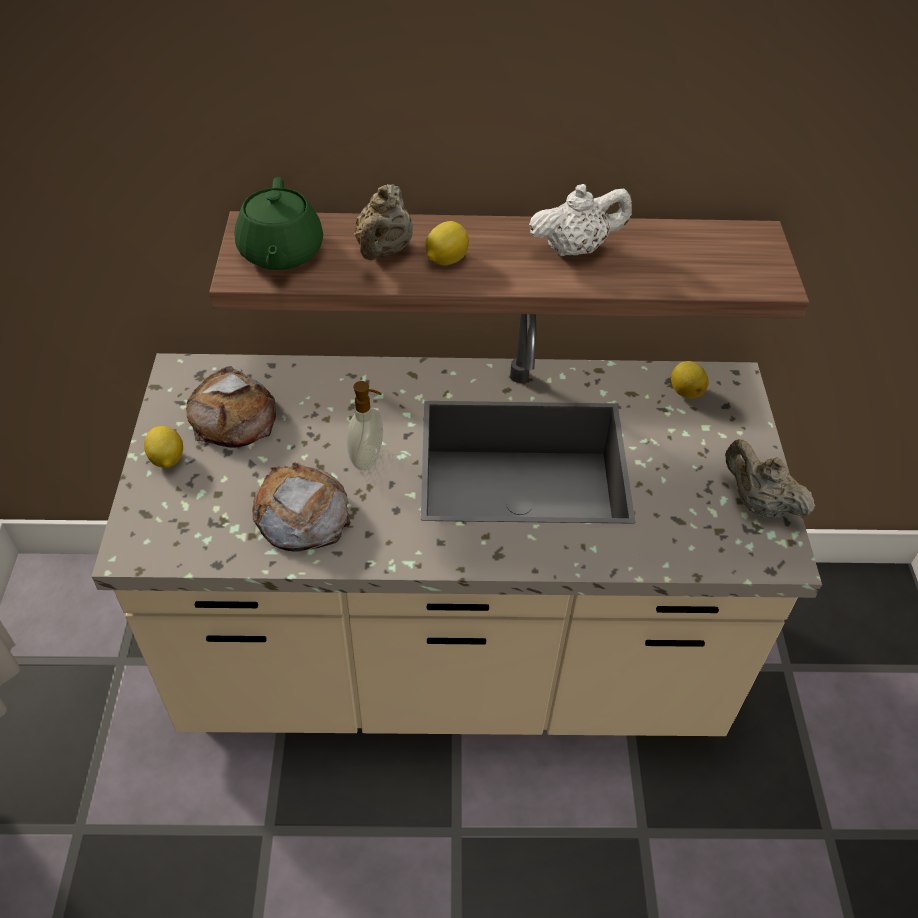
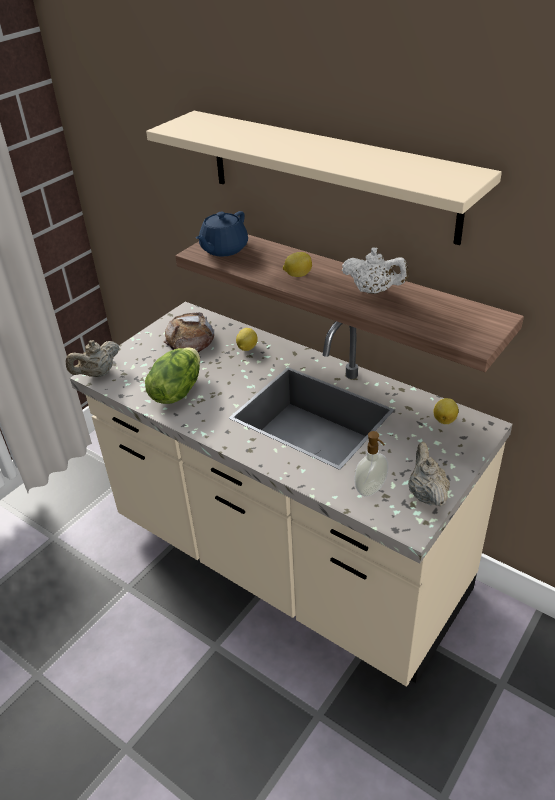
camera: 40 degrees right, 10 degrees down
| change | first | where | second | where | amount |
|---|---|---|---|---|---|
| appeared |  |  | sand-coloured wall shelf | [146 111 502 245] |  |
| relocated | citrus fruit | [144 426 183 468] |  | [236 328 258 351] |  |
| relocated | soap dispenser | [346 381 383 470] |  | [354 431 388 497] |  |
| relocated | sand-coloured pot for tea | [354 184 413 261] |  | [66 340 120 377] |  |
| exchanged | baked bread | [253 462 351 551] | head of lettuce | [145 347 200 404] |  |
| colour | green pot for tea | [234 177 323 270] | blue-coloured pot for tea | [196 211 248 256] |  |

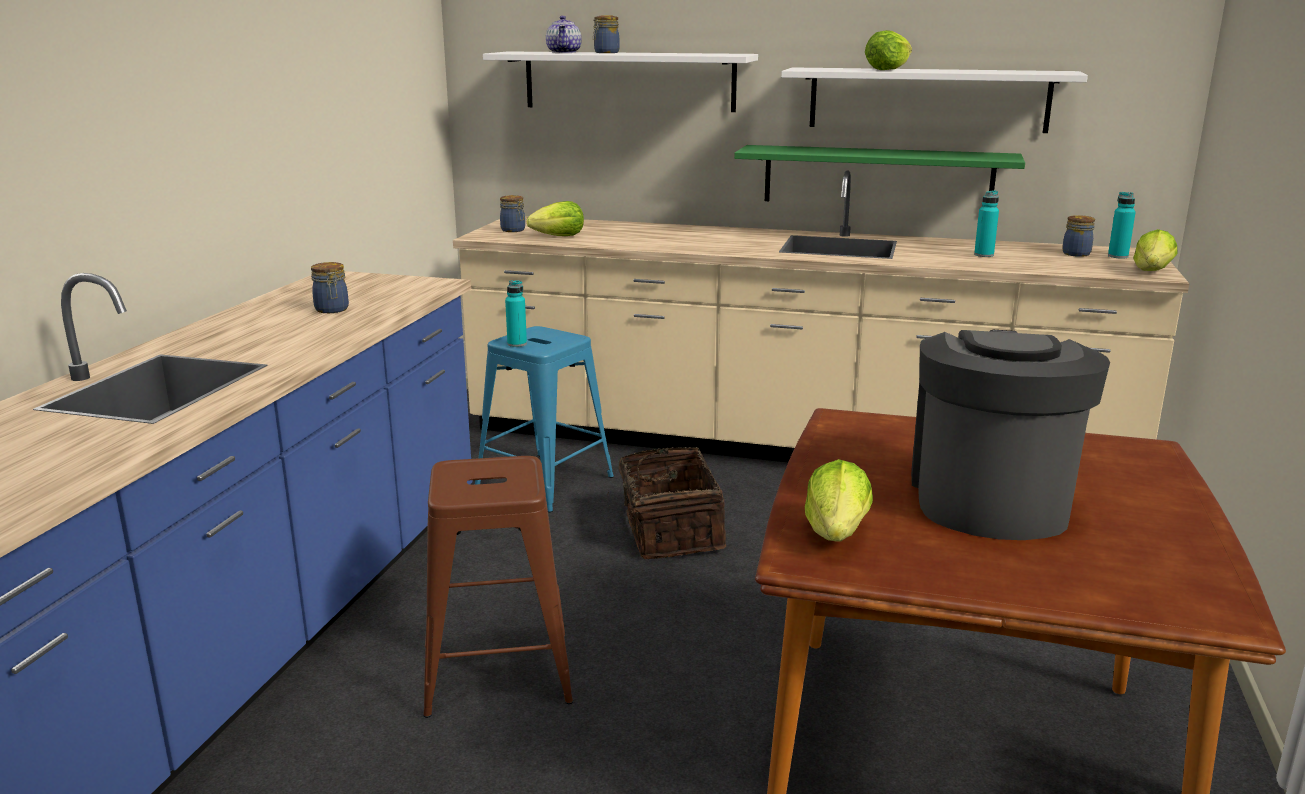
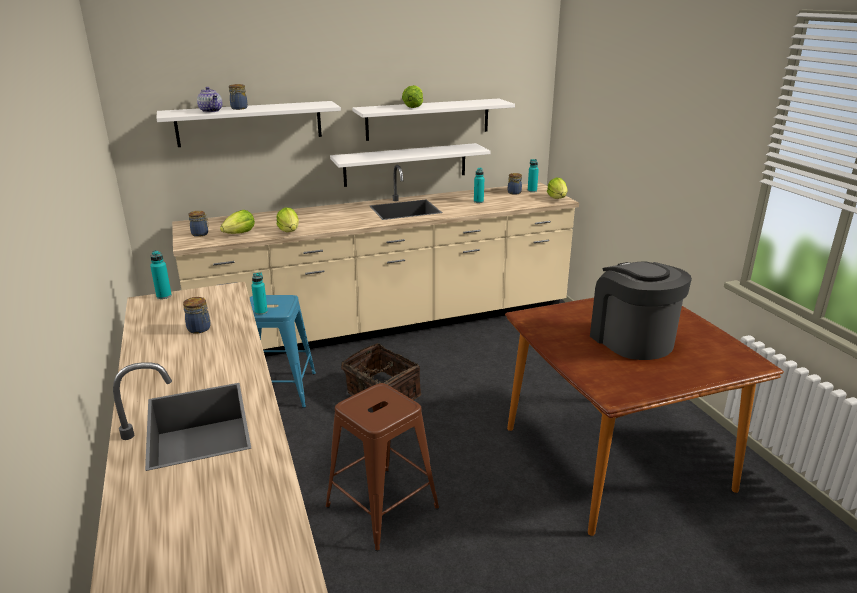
camera: 35 degrees left, 5 degrees up
| change | first | where | second | where | amount |
|---|---|---|---|---|---|
| appeared |  |  | blue-green beverage bottle | [150 250 172 299] |  |
| relocated | head of lettuce | [805 459 873 541] |  | [276 208 299 232] |  |
| colour | green wall shelf | [734 145 1025 201] | white wall shelf | [330 143 491 187] |  |

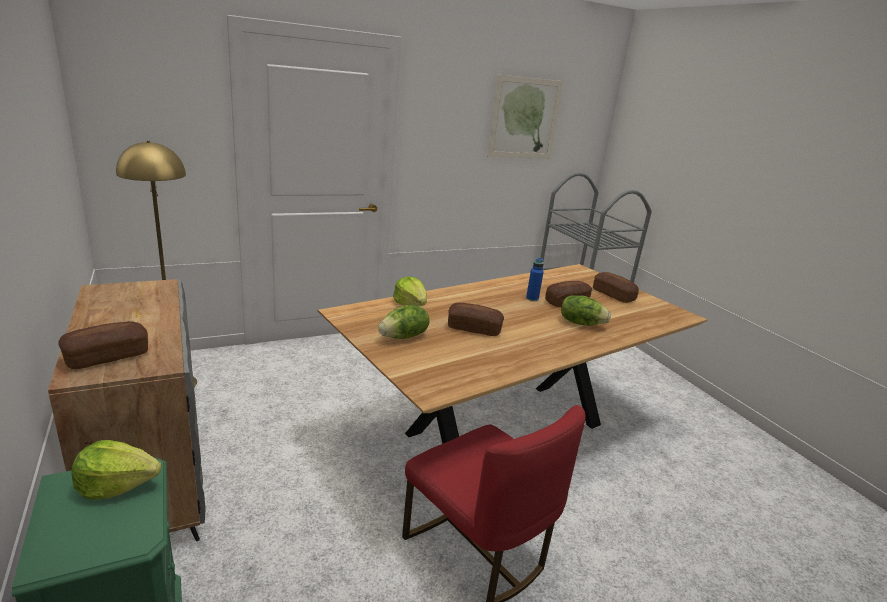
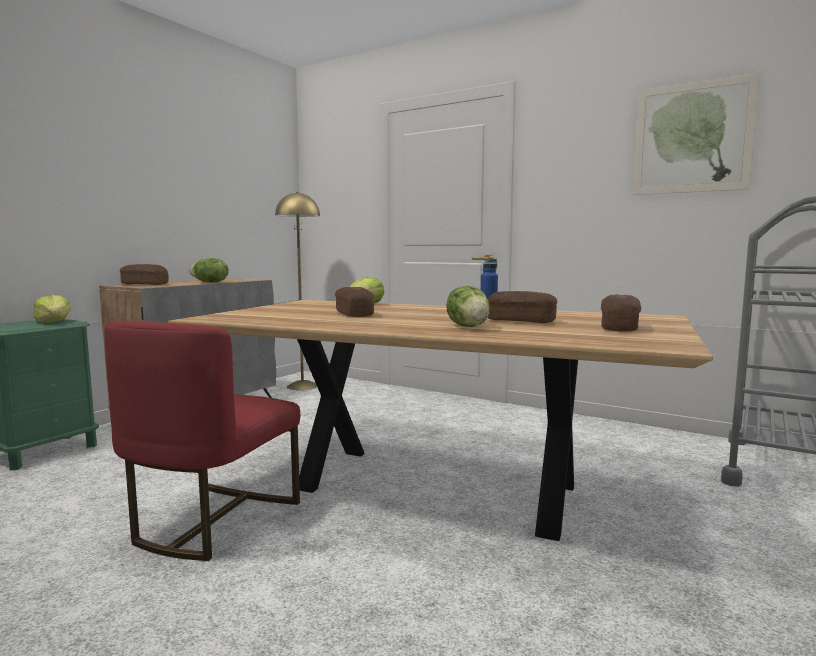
camera: 60 degrees right, 15 degrees down
| change | first | where | second | where | amount |
|---|---|---|---|---|---|
| relocated | head of lettuce | [378 305 430 339] |  | [189 258 228 283] |  |

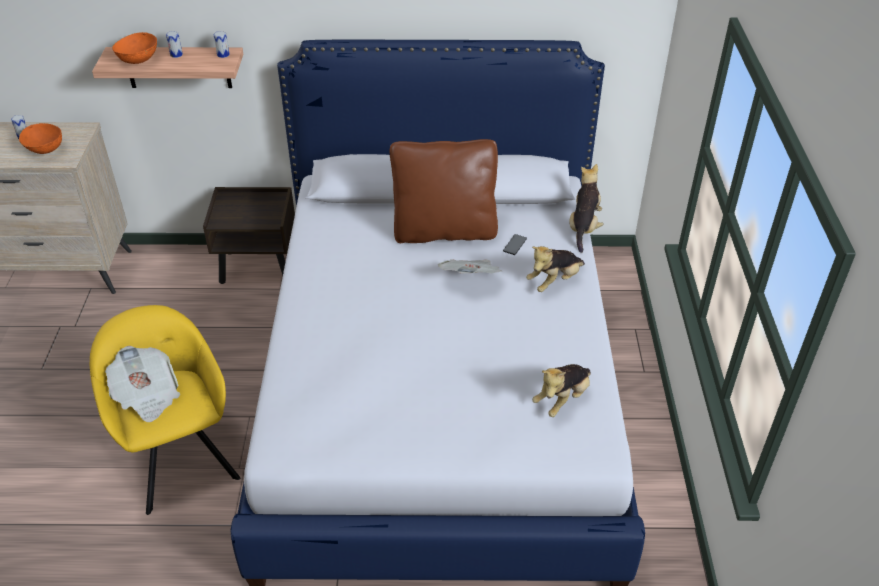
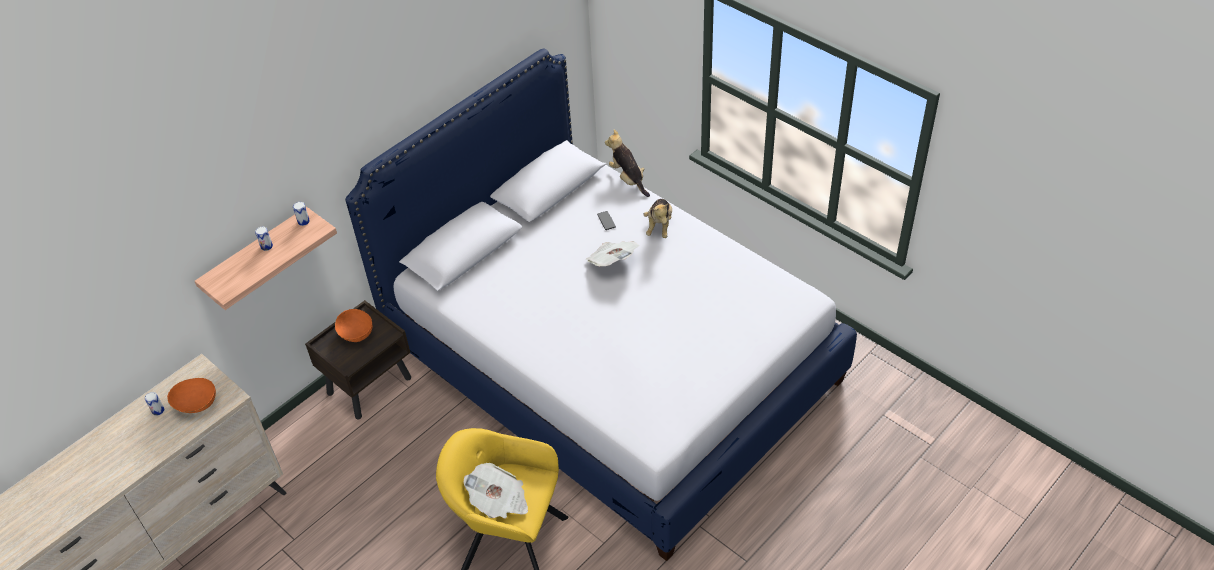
camera: 45 degrees left, 5 degrees up
| change | first | where | second | where | amount |
|---|---|---|---|---|---|
| missing | brownish cushion | [390 139 498 243] |  |  |  |
| missing | cuddly toy | [532 364 591 417] |  |  |  |
| relocated | orangey serving bowl | [112 32 157 64] |  | [335 309 372 342] |  |

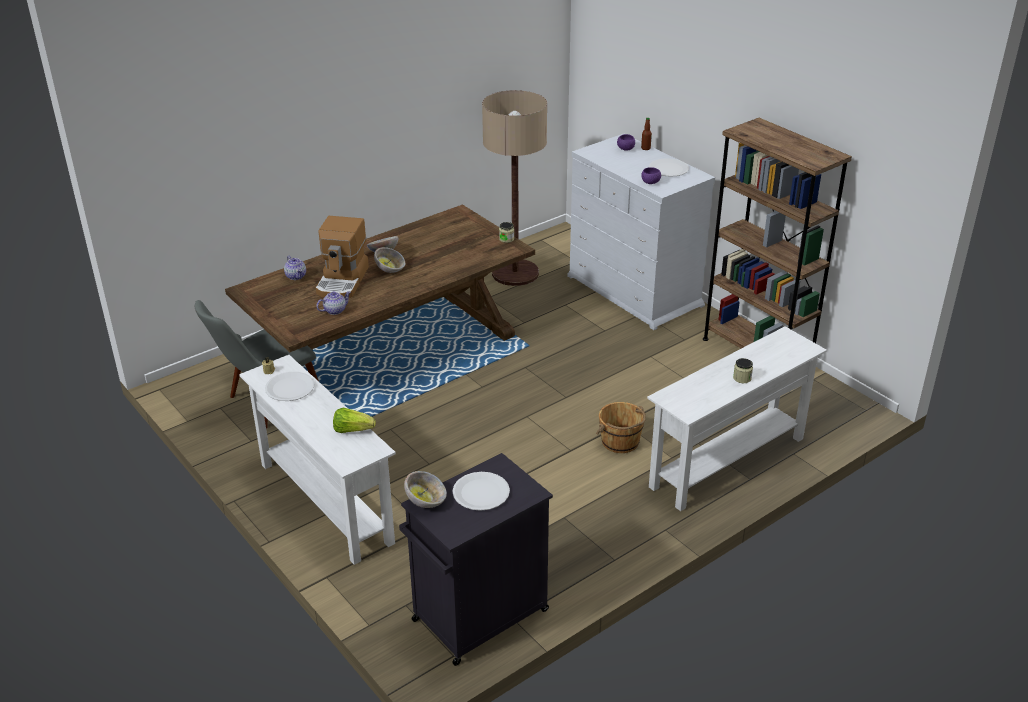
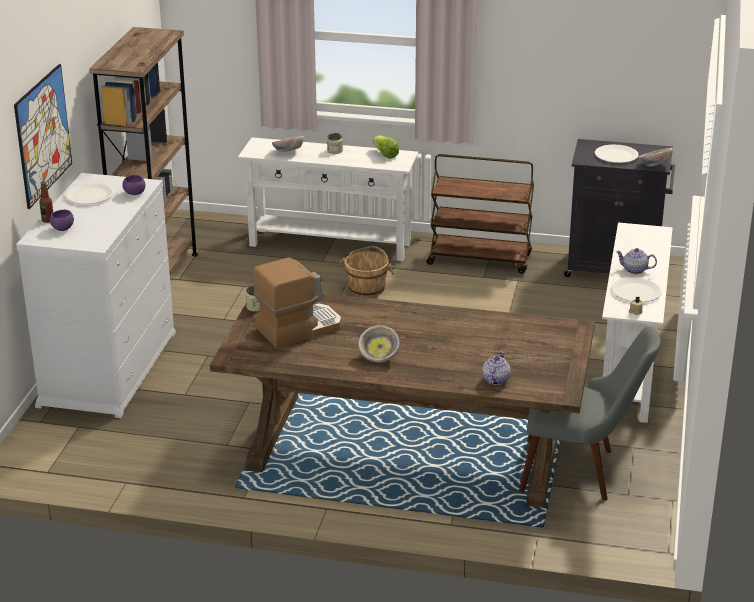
camera: 130 degrees left, 5 degrees down
| change | first | where | second | where | amount |
|---|---|---|---|---|---|
| missing | standing lamp | [482 90 547 286] |  |  |  |
| appeared |  |  | wall art | [14 64 72 209] |  |
| appeared |  |  | brownish trolley | [427 154 534 274] |  |
| relocated | coffee machine | [316 216 369 298] |  | [254 258 342 348] |  |
| relocated | pot for tea | [317 291 351 315] |  | [616 248 657 274] |  |
| relocated | head of lettuce | [333 408 376 433] |  | [372 135 399 159] |  |
| relocated | serving bowl | [374 247 405 273] |  | [272 136 304 152] |  |

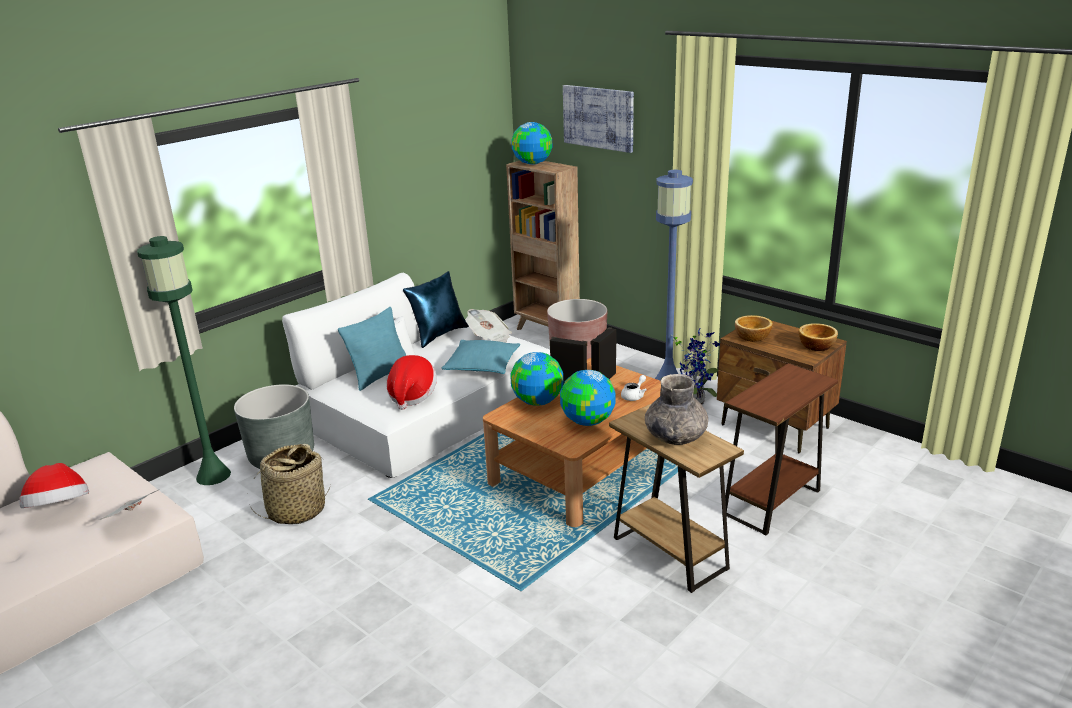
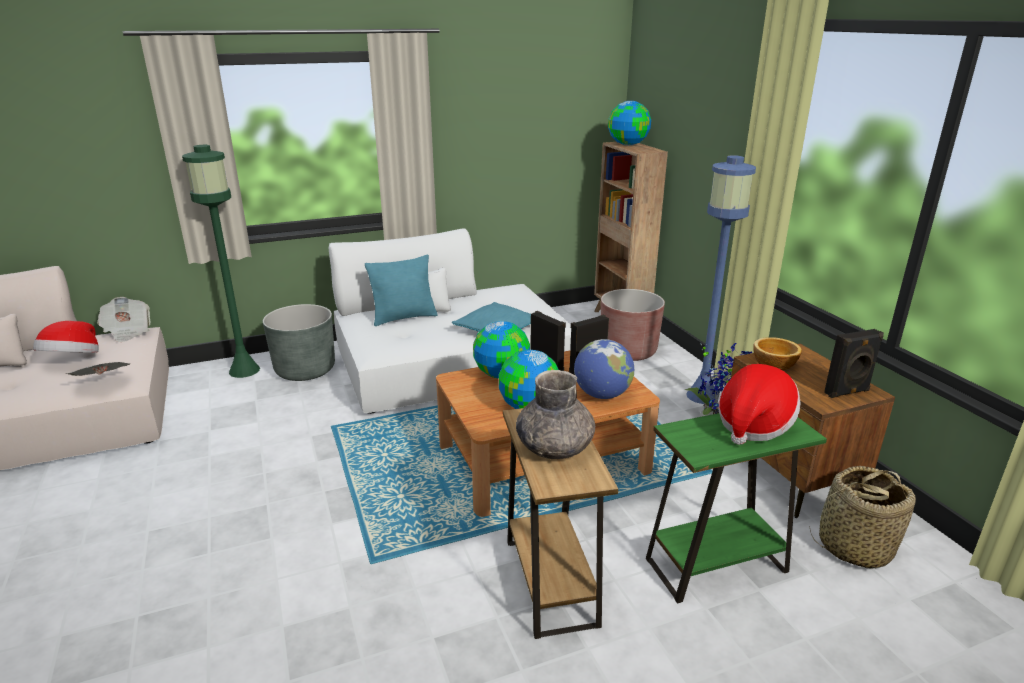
camera: 25 degrees right, 0 degrees up
| change | first | where | second | where | amount |
|---|---|---|---|---|---|
| missing | blue-coloured cushion | [403 271 469 348] |  |  |  |
| missing | wall art | [563 85 634 153] |  |  |  |
| relocated | basket | [251 444 330 524] |  | [809 466 916 569] |  |
| relocated | clothing hat | [386 355 437 410] |  | [719 364 801 445] |  |
| relocated | printed paper | [465 309 512 343] |  | [97 297 150 342] |  |
| exchanged | white pot for tea | [621 375 647 401] | globe | [574 339 634 399] |  |
| exchanged | serving bowl | [799 323 838 351] | black loudspeaker | [824 329 884 398] |  |
| colour | brownish side table | [725 364 838 535] | green side table | [646 413 827 603] |  |

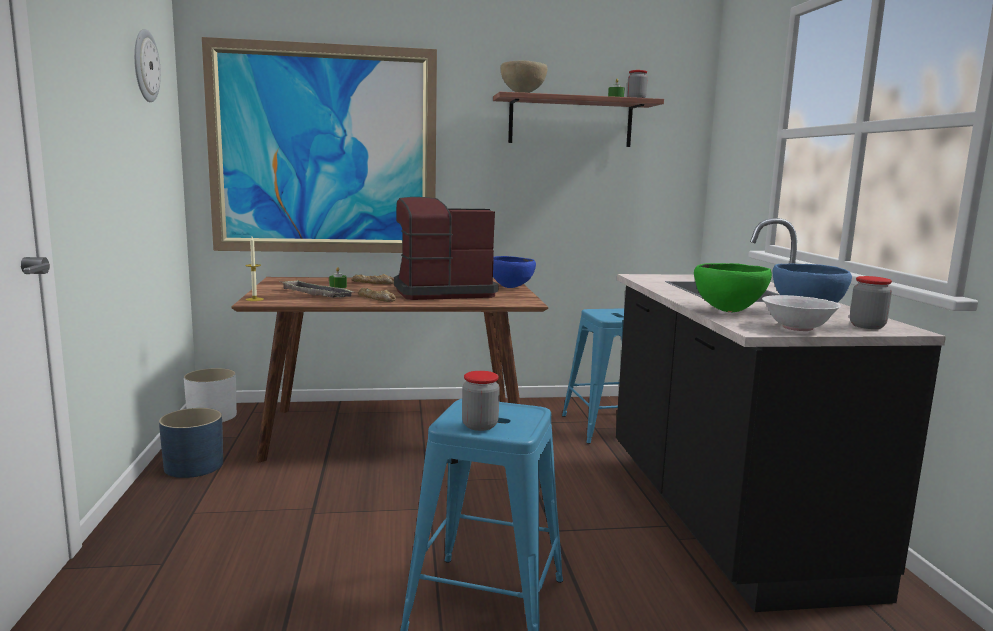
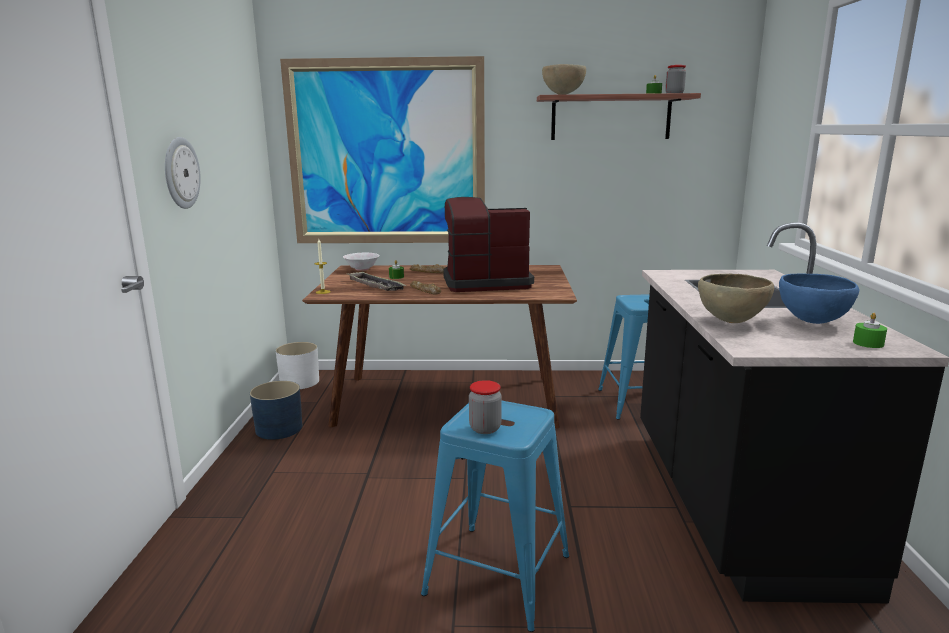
camera: 10 degrees right, 5 degrees up
| change | first | where | second | where | amount |
|---|---|---|---|---|---|
| missing | blue-coloured serving bowl | [493 256 536 288] |  |  |  |
| relocated | wall clock | [134 29 161 102] |  | [165 137 201 209] |  |
| relocated | white serving bowl | [762 295 841 331] |  | [343 253 380 271] |  |
| exchanged | jar | [850 276 892 329] | green wax candle | [853 313 887 348] |  |
| colour | green serving bowl | [694 263 772 312] | brownish serving bowl | [698 274 774 323] |  |

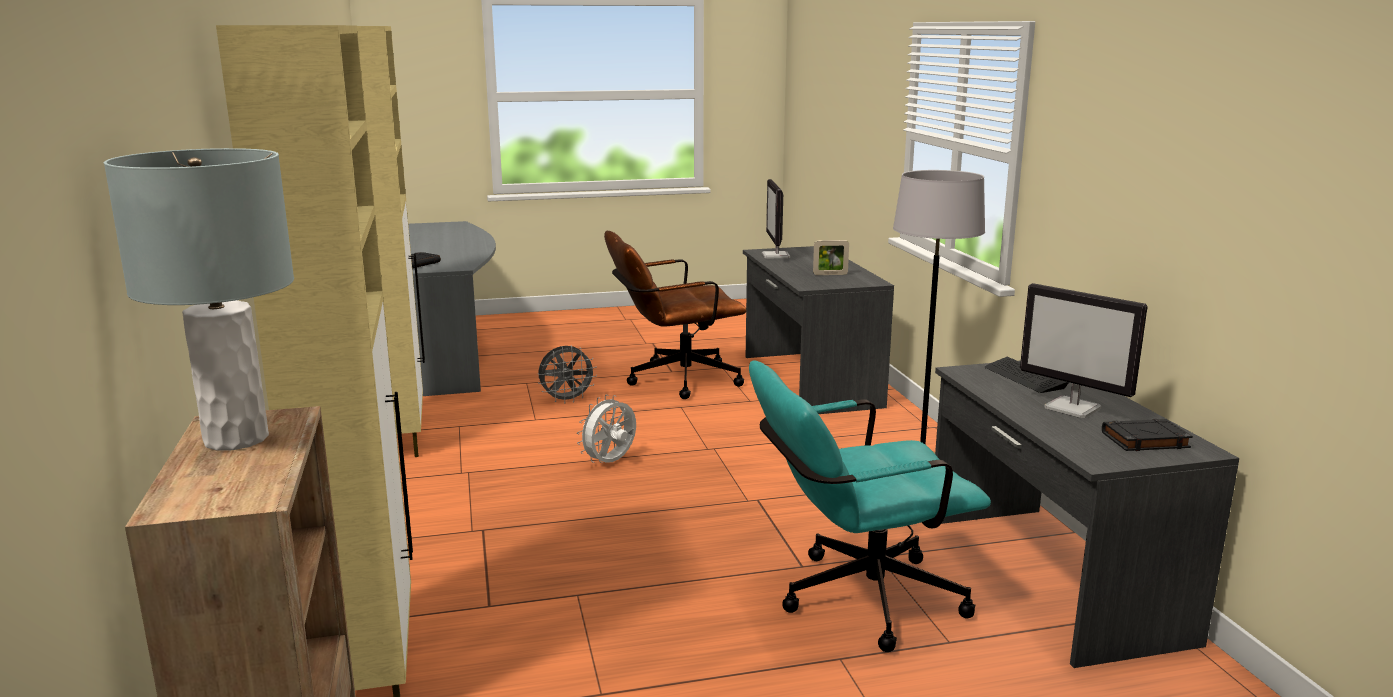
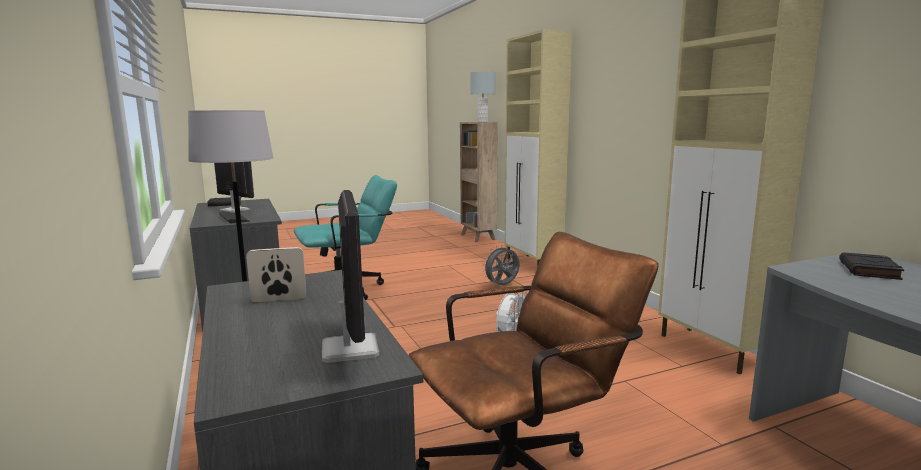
camera: 170 degrees right, 5 degrees down
| change | first | where | second | where | amount |
|---|---|---|---|---|---|
| relocated | gray electric fan | [538 345 597 404] |  | [482 245 519 286] |  |

